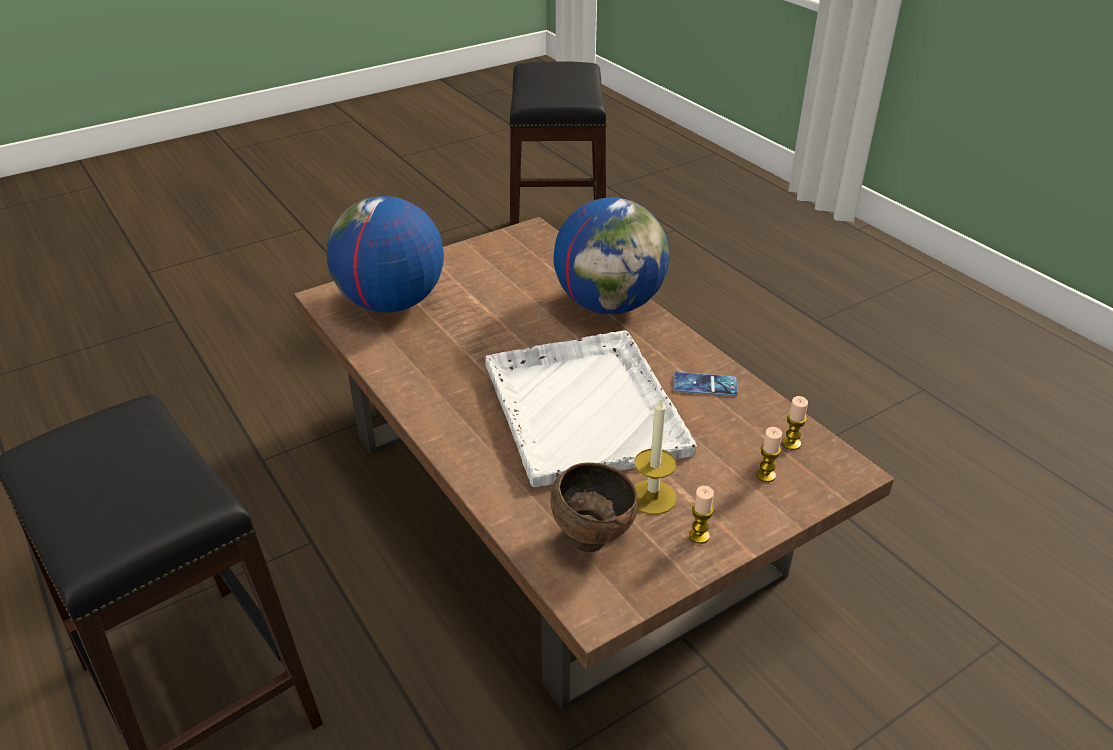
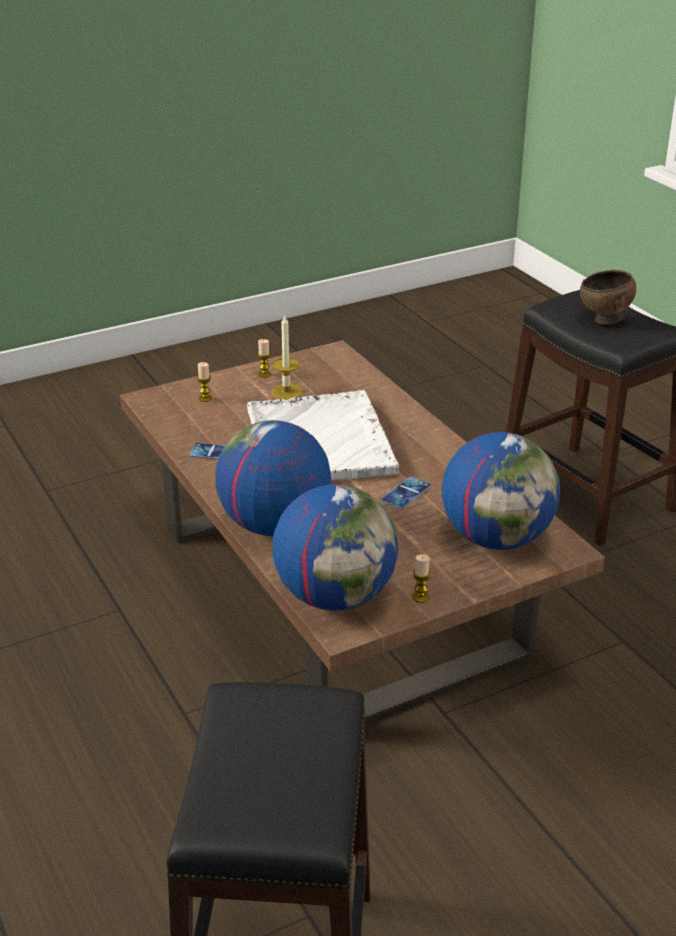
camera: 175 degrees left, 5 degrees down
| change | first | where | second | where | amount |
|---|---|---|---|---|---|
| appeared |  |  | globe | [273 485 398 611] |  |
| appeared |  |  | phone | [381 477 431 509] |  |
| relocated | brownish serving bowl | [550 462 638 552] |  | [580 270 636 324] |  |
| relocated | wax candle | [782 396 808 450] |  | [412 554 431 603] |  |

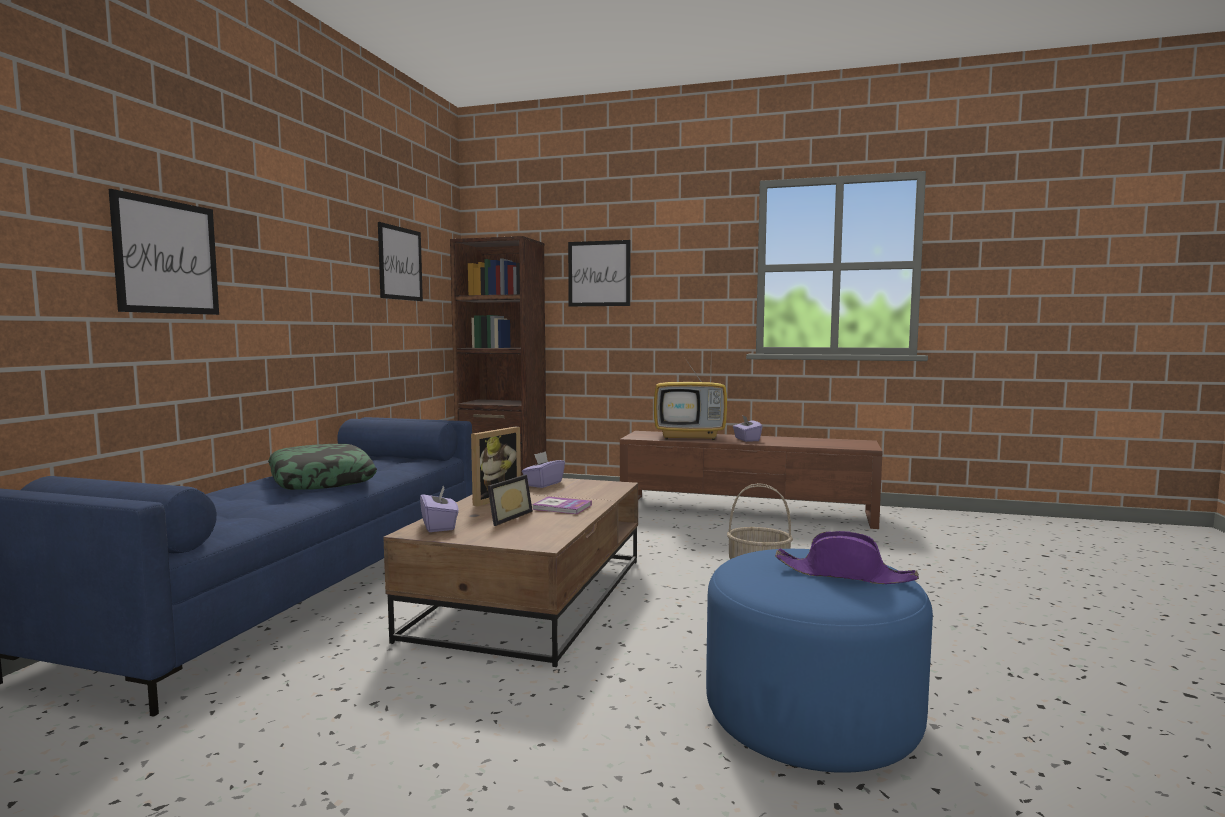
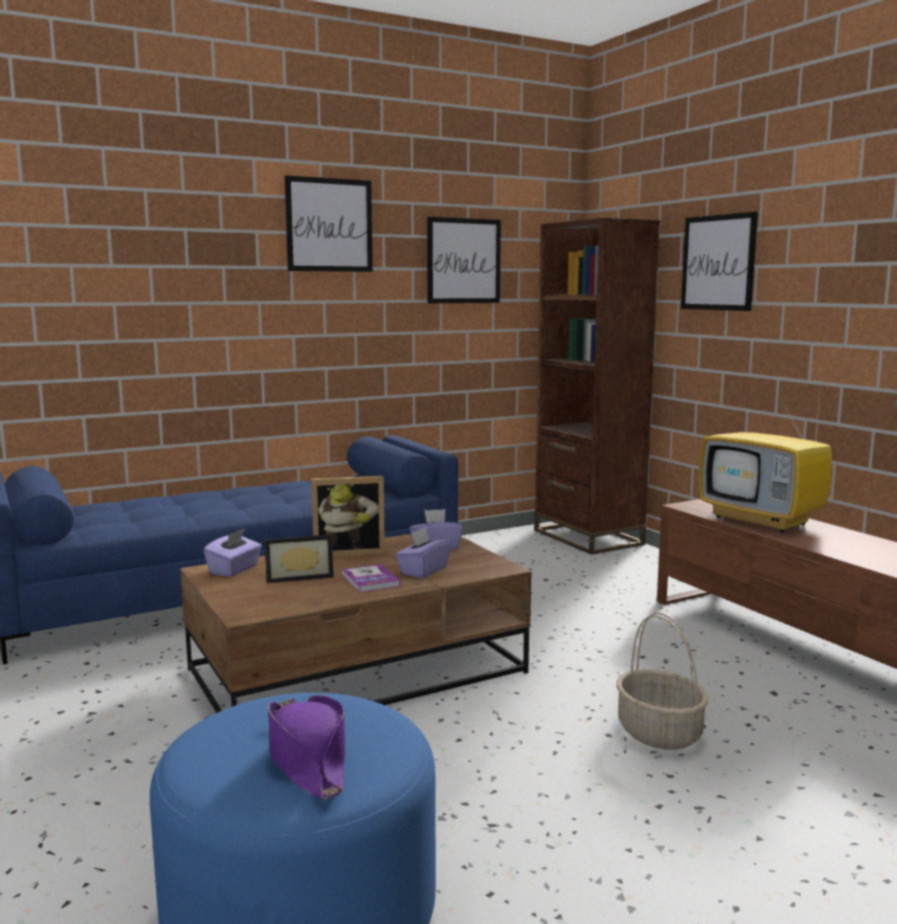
camera: 45 degrees right, 5 degrees up
| change | first | where | second | where | amount |
|---|---|---|---|---|---|
| missing | cushion | [268 444 377 490] |  |  |  |
| relocated | wall art | [109 189 219 315] |  | [284 175 373 272] |  |
| relocated | purple-coloured box of tissues | [733 415 762 442] |  | [395 528 451 578] |  |

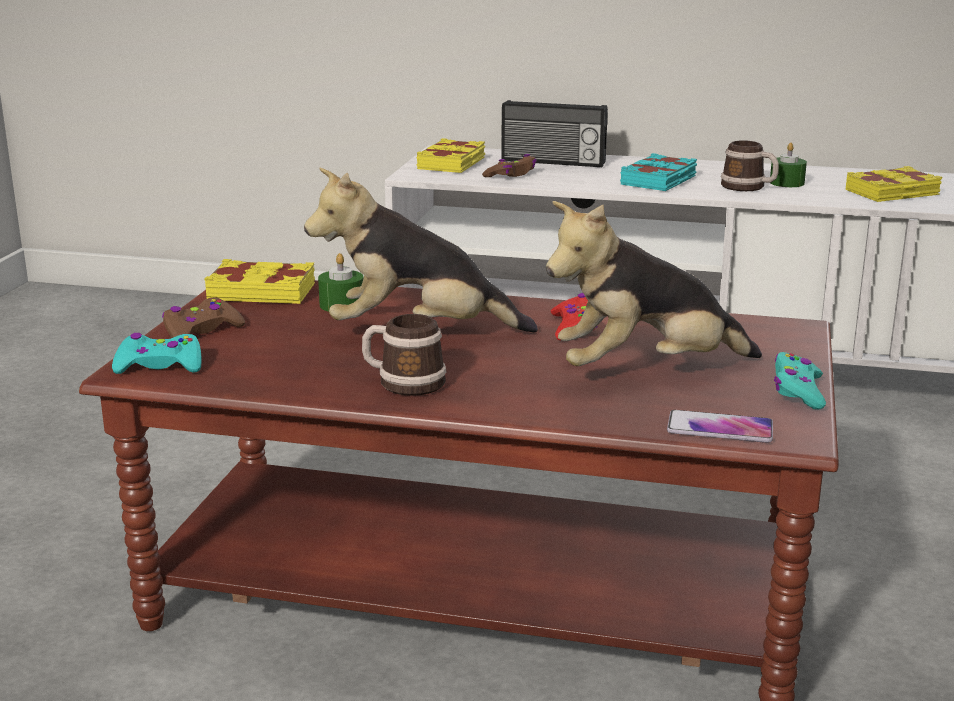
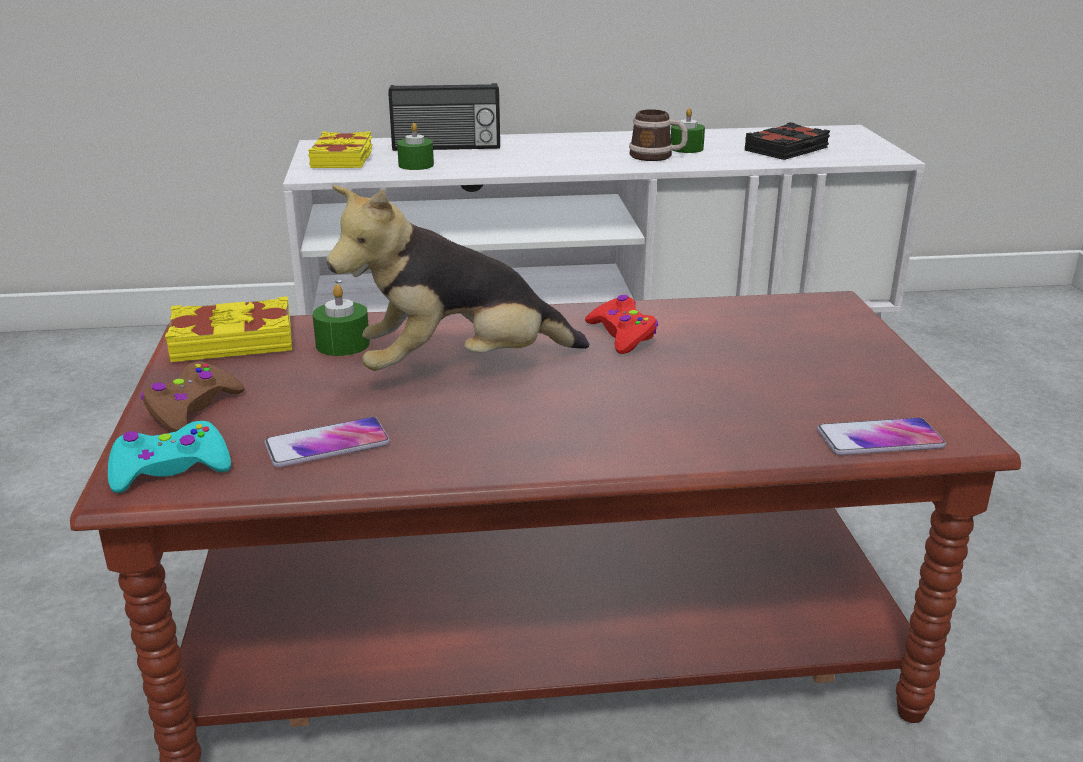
camera: 20 degrees left, 5 degrees up
| change | first | where | second | where | amount |
|---|---|---|---|---|---|
| missing | coffee mug | [362 314 447 396] |  |  |  |
| missing | cuddly toy | [546 201 762 366] |  |  |  |
| missing | blue-green book | [620 153 697 191] |  |  |  |
| missing | blue-green joypad | [774 352 826 409] |  |  |  |
| appeared |  |  | phone | [264 417 390 467] |  |
| exchanged | brownish joypad | [482 154 537 177] | green wax candle | [397 123 434 170] |  |
| colour | yellowish book | [845 166 942 202] | black book | [745 122 830 160] |  |

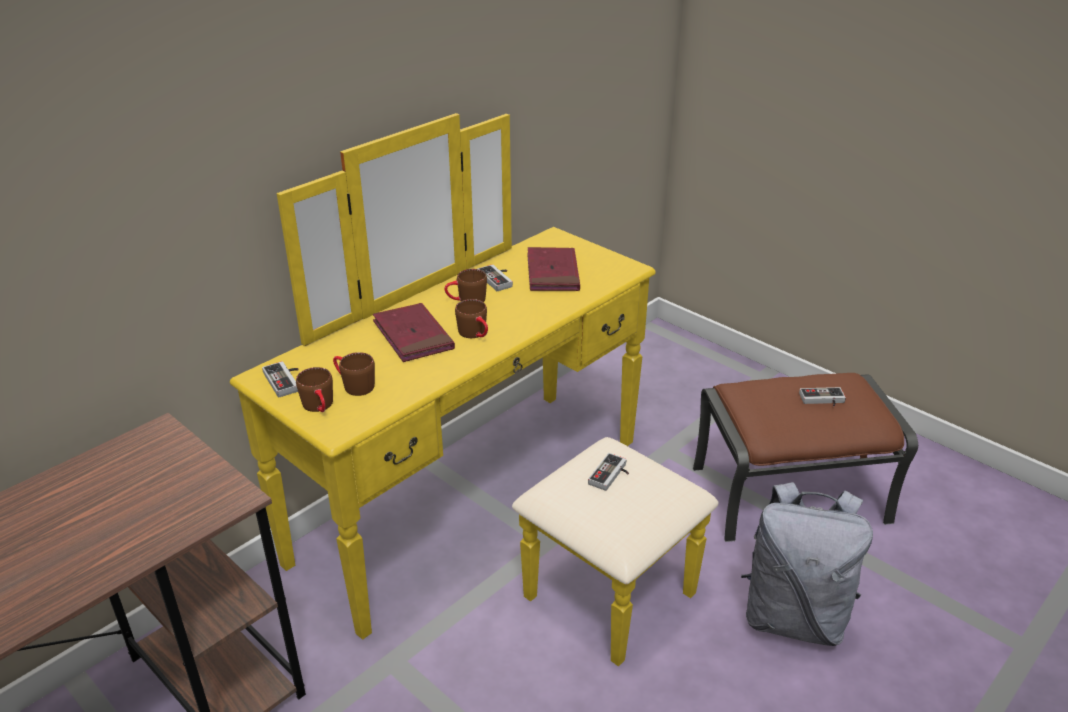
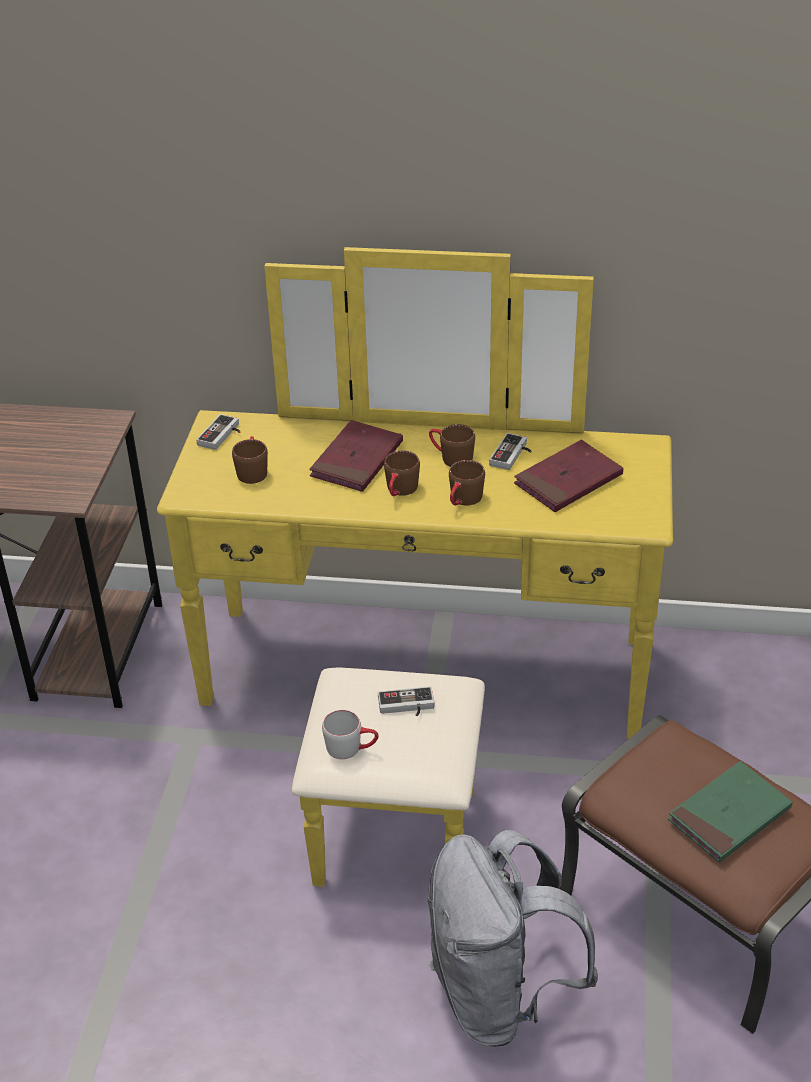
camera: 55 degrees right, 5 degrees up
| change | first | where | second | where | amount |
|---|---|---|---|---|---|
| appeared |  |  | gray coffee mug | [322 710 379 759] |  |
| relocated | brownish coffee mug | [296 367 333 412] |  | [449 460 485 506] |  |
| exchanged | joypad | [799 387 846 406] | green book | [668 761 792 863] |  |

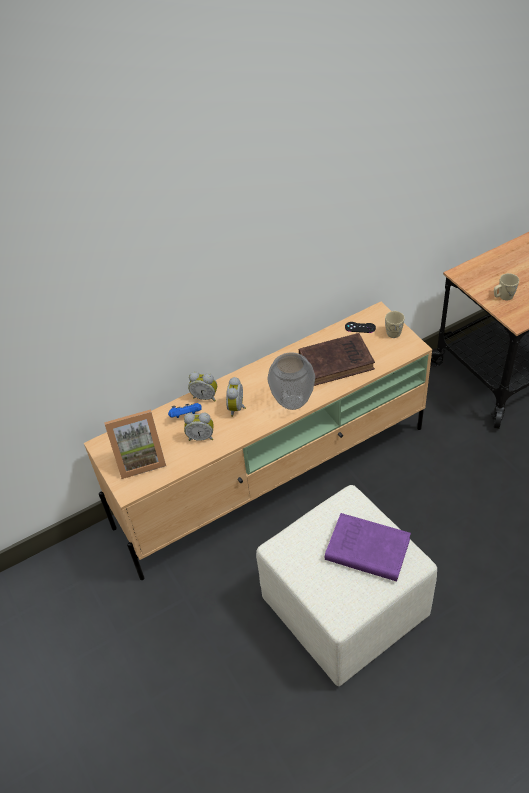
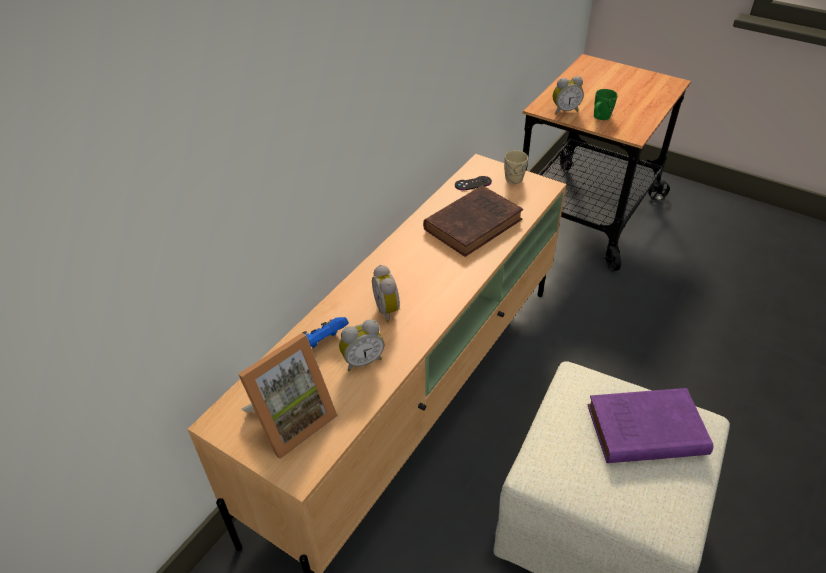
camera: 30 degrees left, 5 degrees down
| change | first | where | second | where | amount |
|---|---|---|---|---|---|
| missing | flower vase | [267 352 315 410] |  |  |  |
| relocated | bedside clock | [188 371 217 402] |  | [553 76 584 114] |  |
| colour | sand-coloured coffee mug | [494 273 519 300] | green coffee mug | [594 89 618 120] |  |

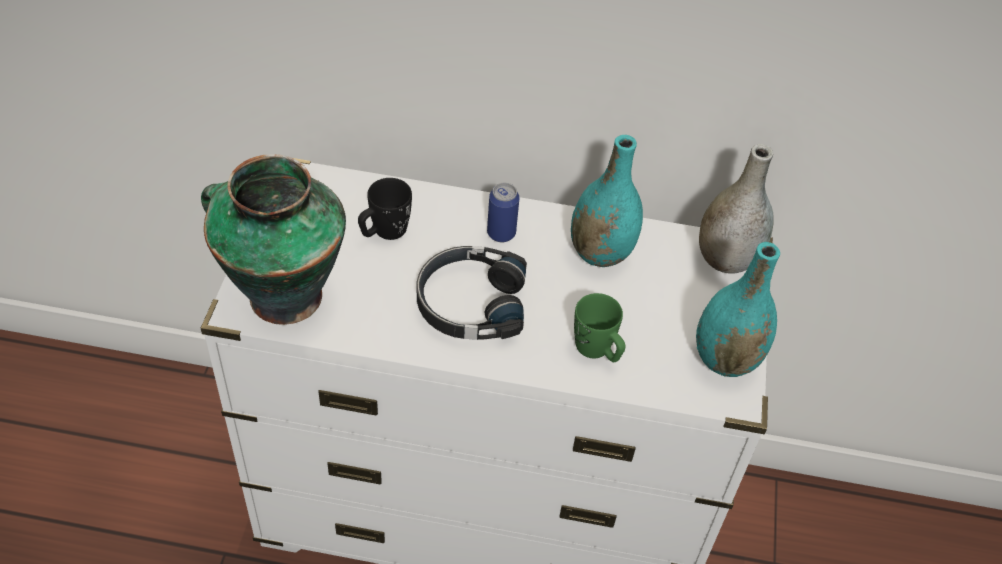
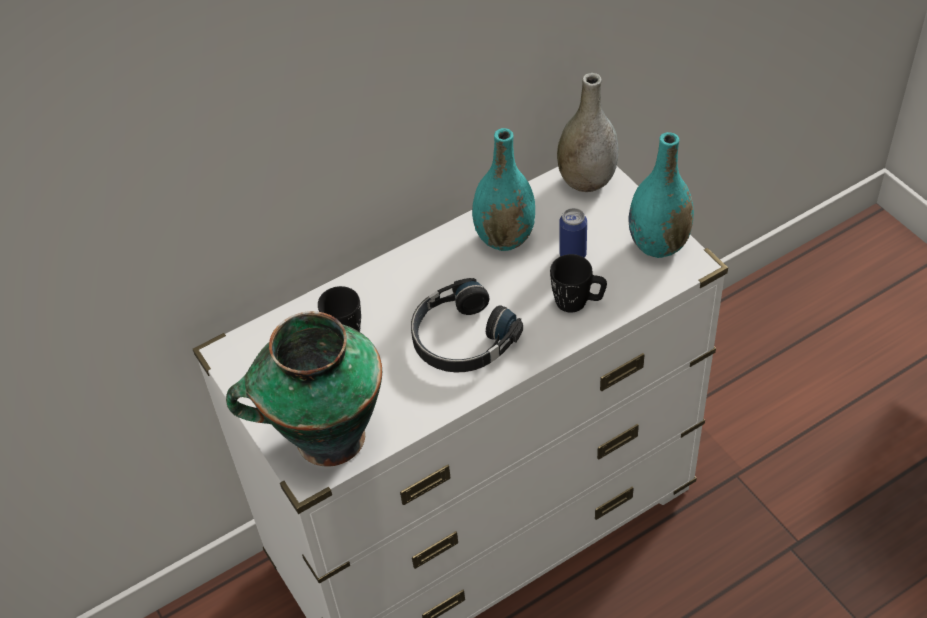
camera: 35 degrees left, 0 degrees up
| change | first | where | second | where | amount |
|---|---|---|---|---|---|
| relocated | metal can | [487 183 519 242] |  | [559 208 587 258] |  |
| colour | green coffee mug | [574 293 626 362] | black coffee mug | [550 254 607 313] |  |

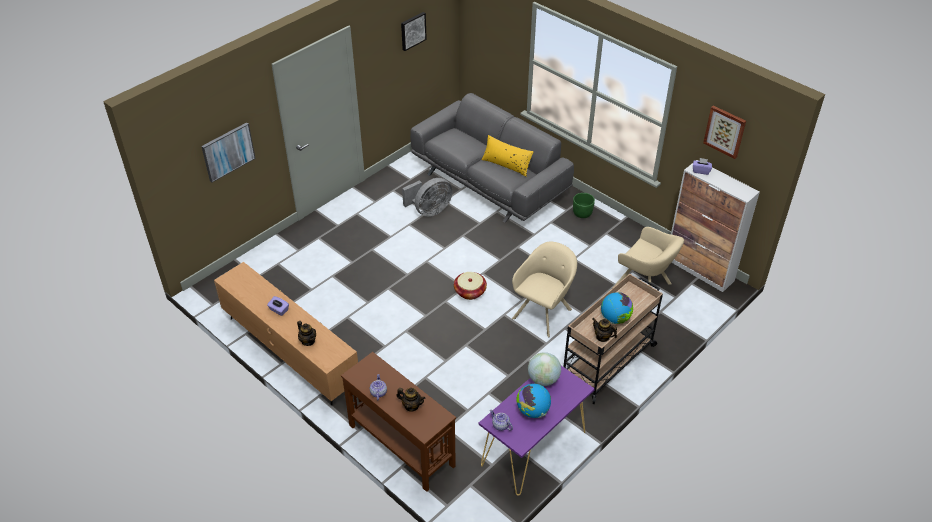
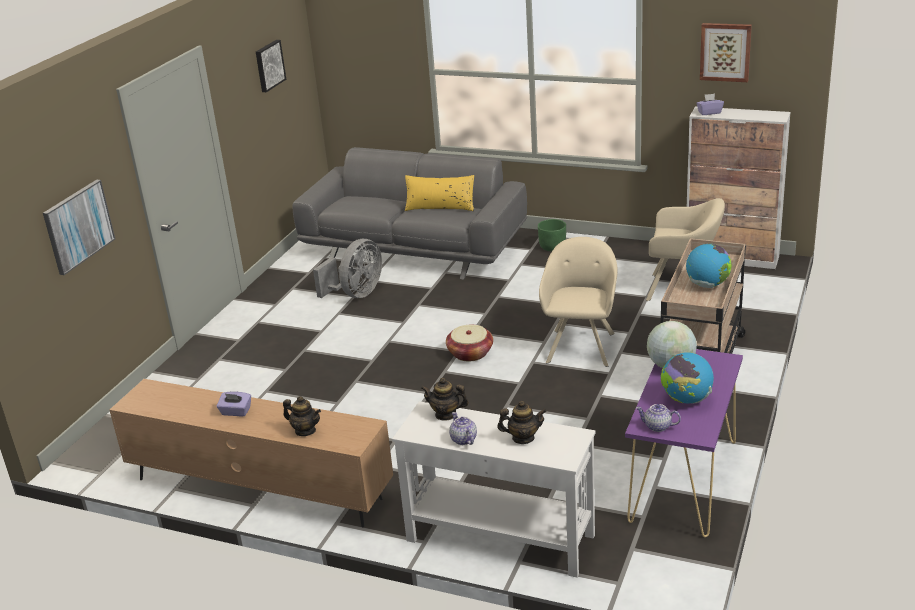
camera: 20 degrees left, 15 degrees down
| change | first | where | second | where | amount |
|---|---|---|---|---|---|
| relocated | pot for tea | [592 318 617 342] |  | [421 378 469 421] |  |
| colour | brownish narrow table | [341 352 456 492] | white narrow table | [392 401 595 578] |  |

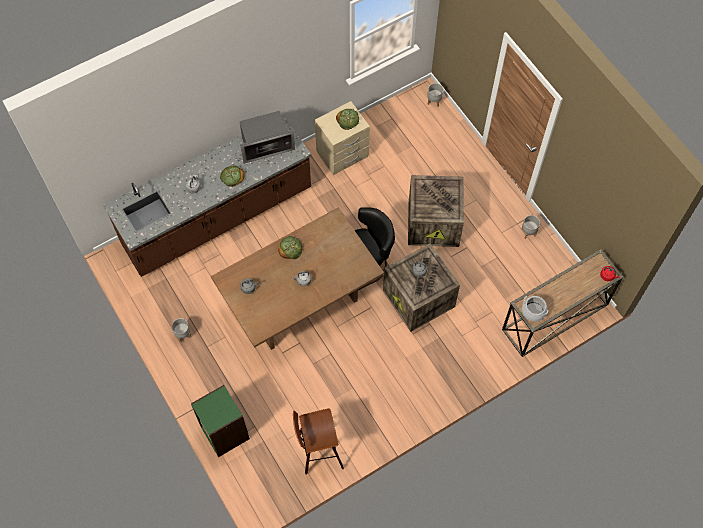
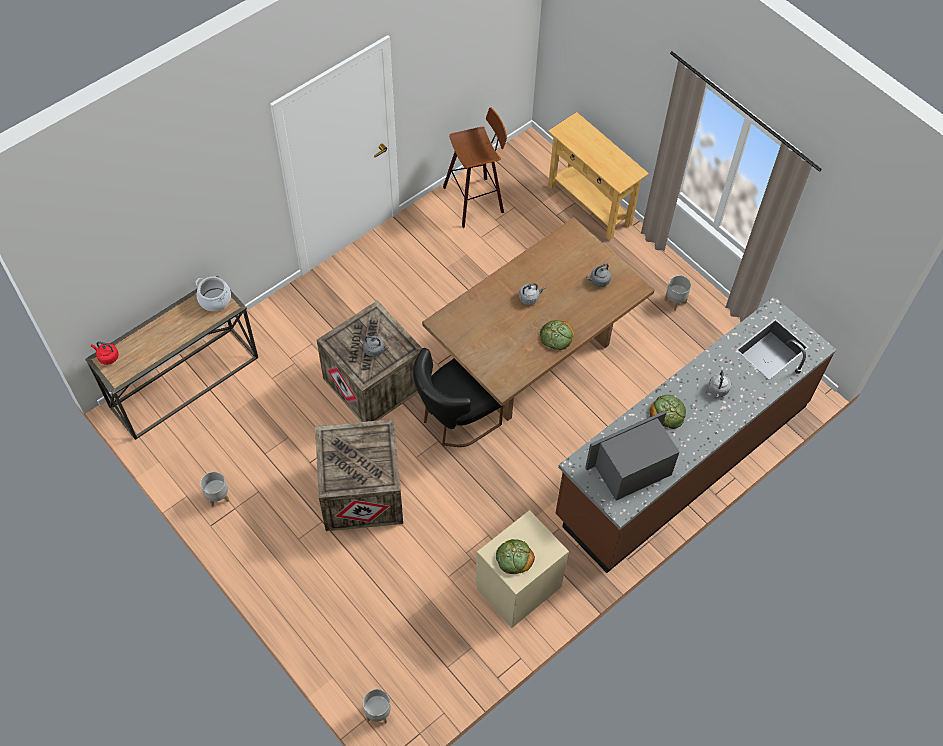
camera: 170 degrees right, 5 degrees down
| change | first | where | second | where | amount |
|---|---|---|---|---|---|
| exchanged | green bookshelf | [191 385 250 457] | sand-coloured narrow table | [548 112 649 241] |  |

